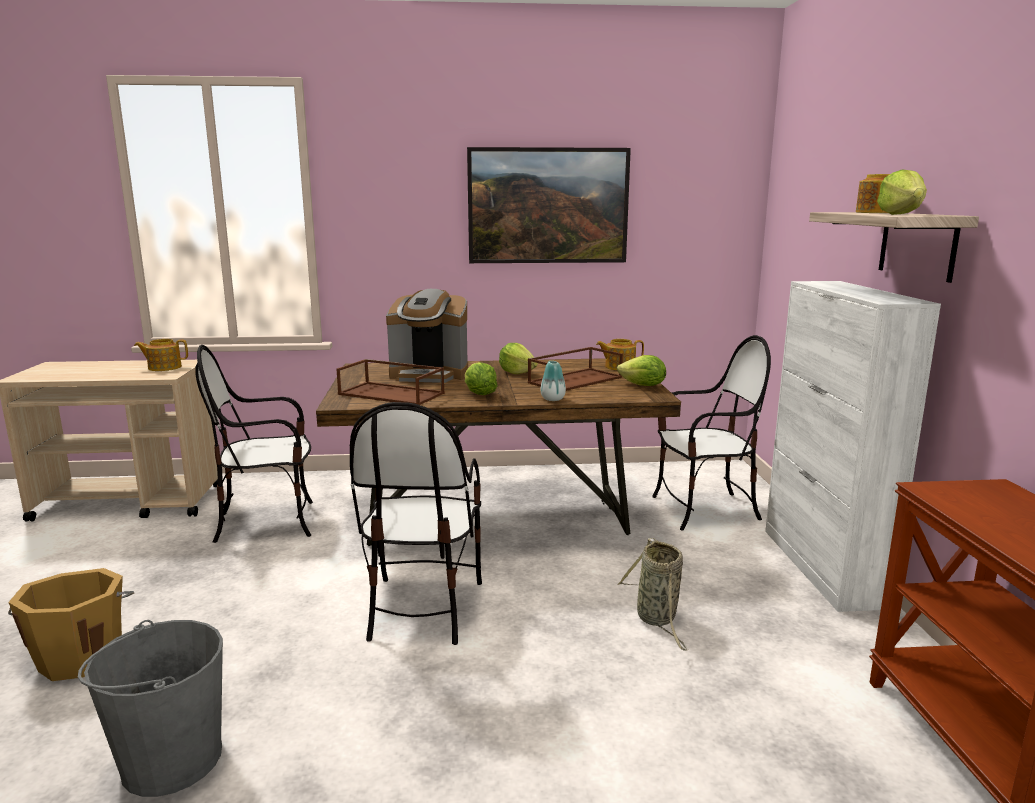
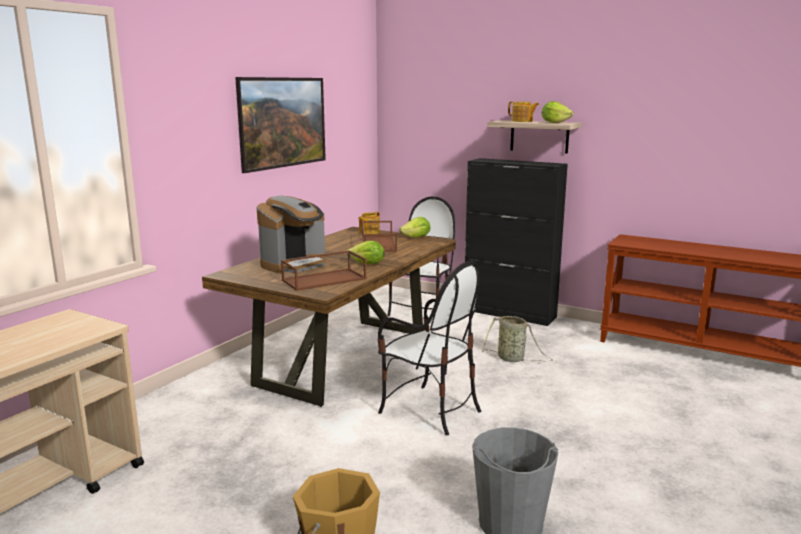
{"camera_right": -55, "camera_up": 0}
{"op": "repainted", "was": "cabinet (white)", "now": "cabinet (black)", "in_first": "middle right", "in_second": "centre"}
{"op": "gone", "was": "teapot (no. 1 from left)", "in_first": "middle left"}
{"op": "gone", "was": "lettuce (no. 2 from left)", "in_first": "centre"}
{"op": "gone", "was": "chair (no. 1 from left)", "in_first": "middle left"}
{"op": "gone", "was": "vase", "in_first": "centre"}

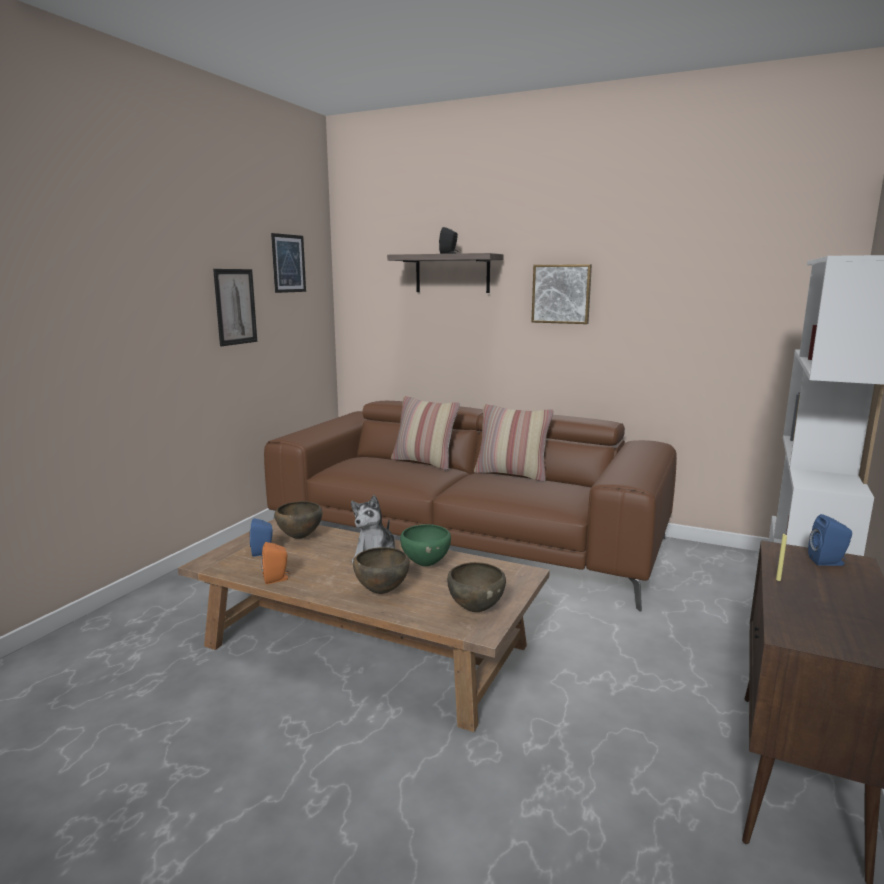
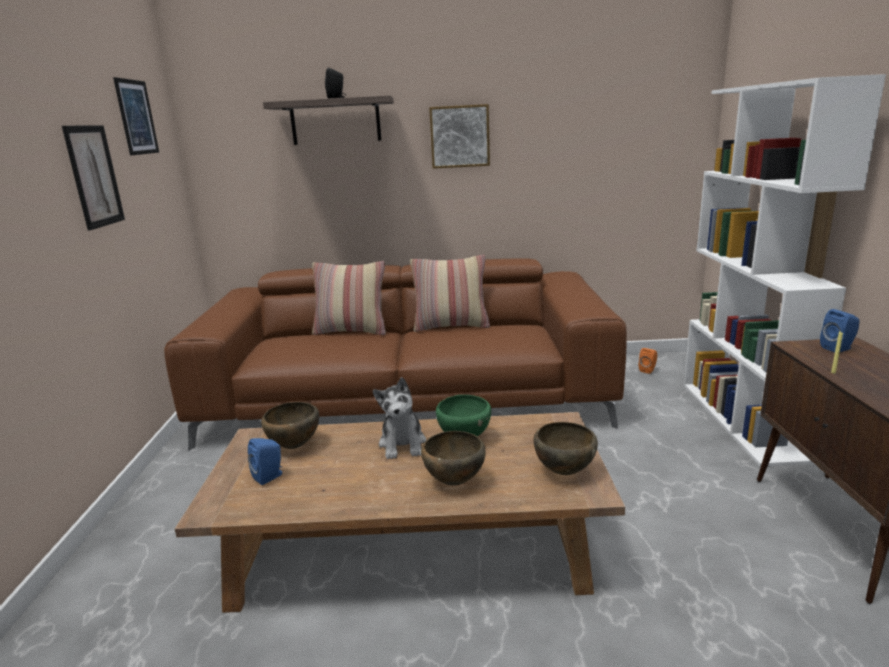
{"camera_right": -25, "camera_up": 5}
{"op": "shifted", "was": "speaker (orange)", "in_first": "middle left", "in_second": "middle right"}

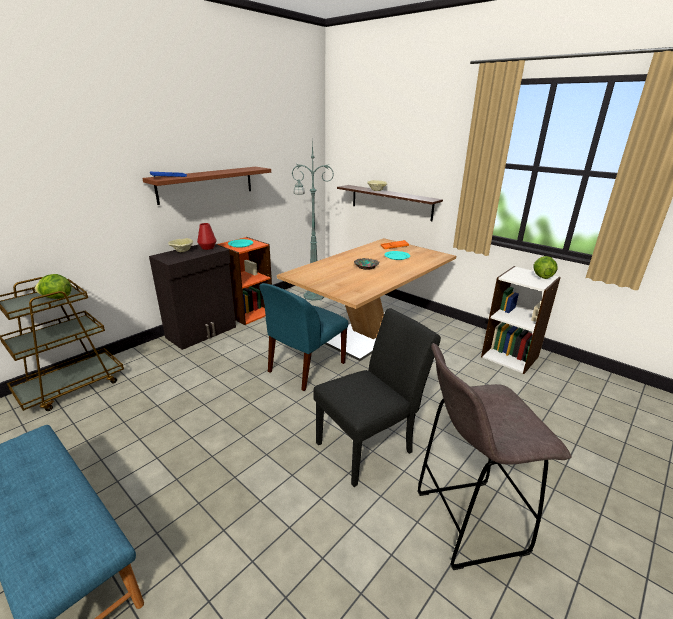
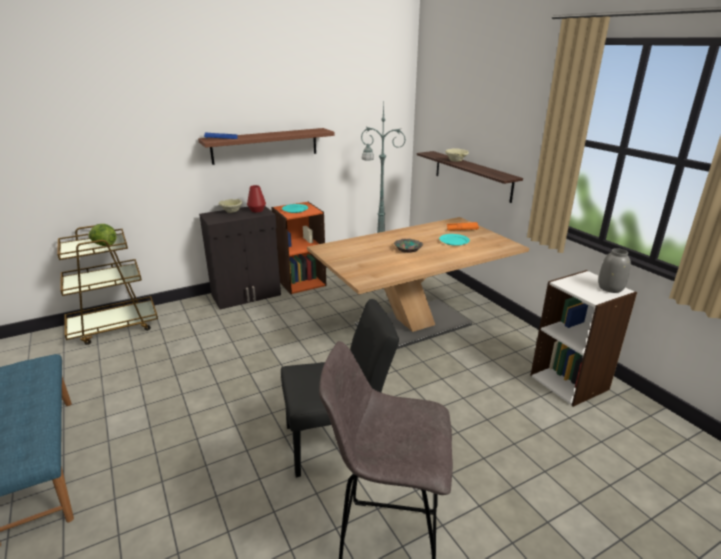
{"camera_right": 20, "camera_up": 0}
{"op": "swapped", "was": "lettuce (no. 2 from left)", "now": "vase (grey)", "in_first": "middle right", "in_second": "middle right"}
{"op": "gone", "was": "chair (blue)", "in_first": "centre"}

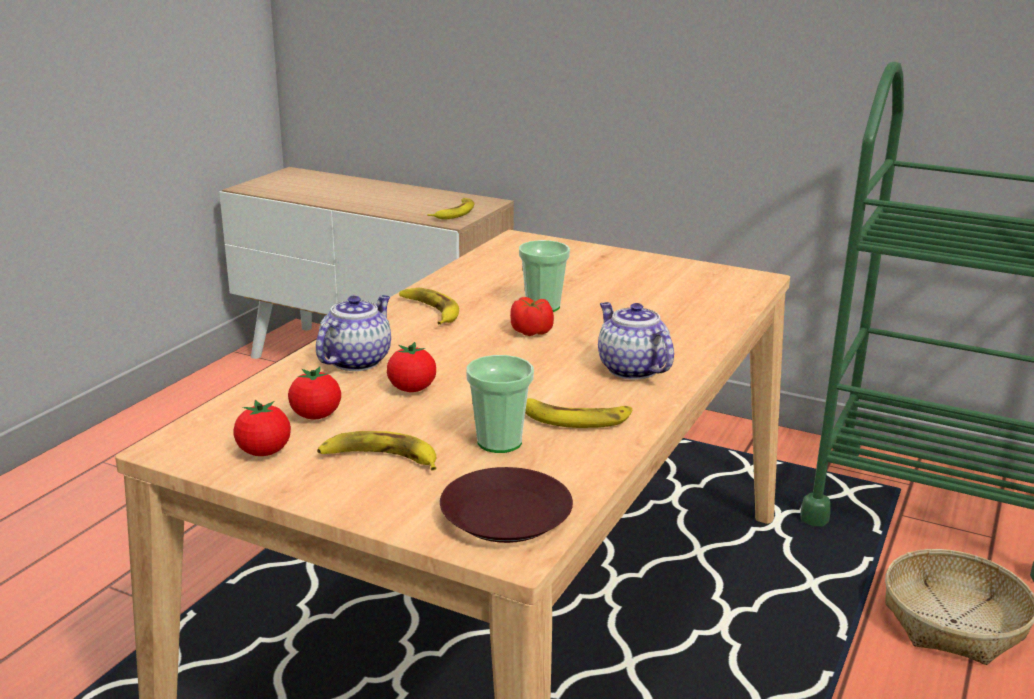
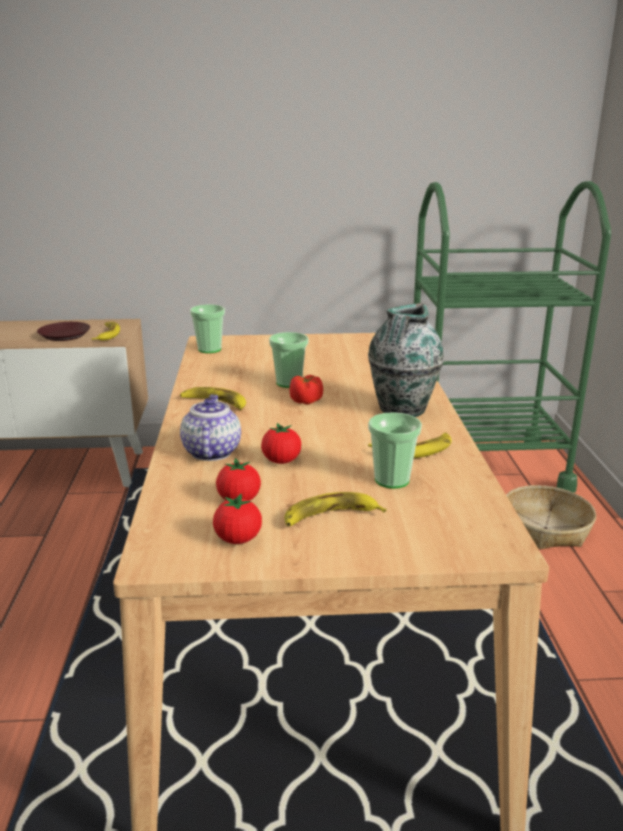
{"camera_right": -30, "camera_up": 0}
{"op": "swapped", "was": "teapot (no. 2 from left)", "now": "vase", "in_first": "centre", "in_second": "centre"}
{"op": "shifted", "was": "plate (brown)", "in_first": "bottom centre", "in_second": "middle left"}
{"op": "new", "now": "cup (no. 1 from left)", "in_second": "middle left"}

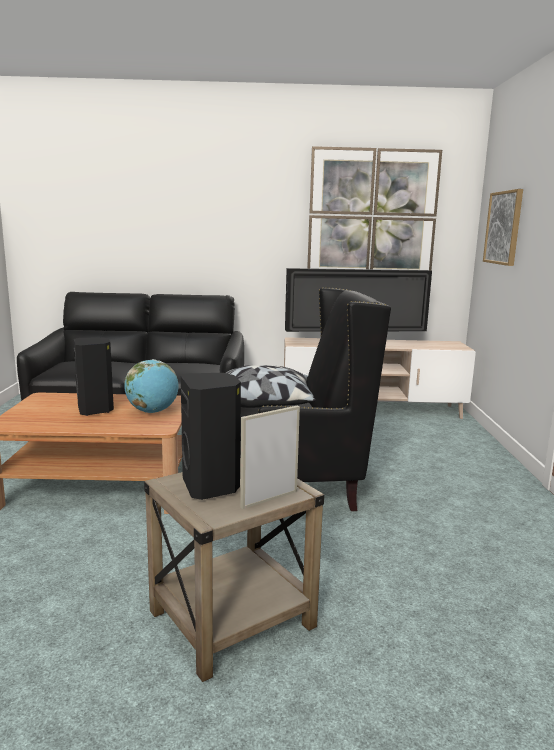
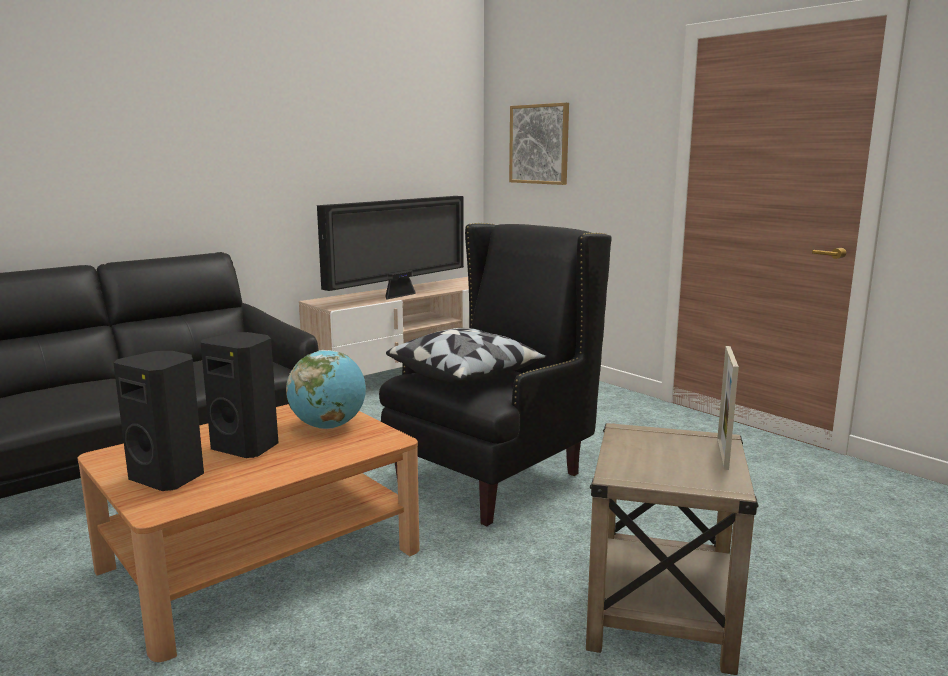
{"camera_right": -40, "camera_up": 0}
{"op": "gone", "was": "picture (no. 1 from left)", "in_first": "top right"}
{"op": "shifted", "was": "speaker (black) (no. 2 from left in the first image)", "now": "speaker (black) (no. 1 from left)", "in_first": "centre", "in_second": "middle left"}

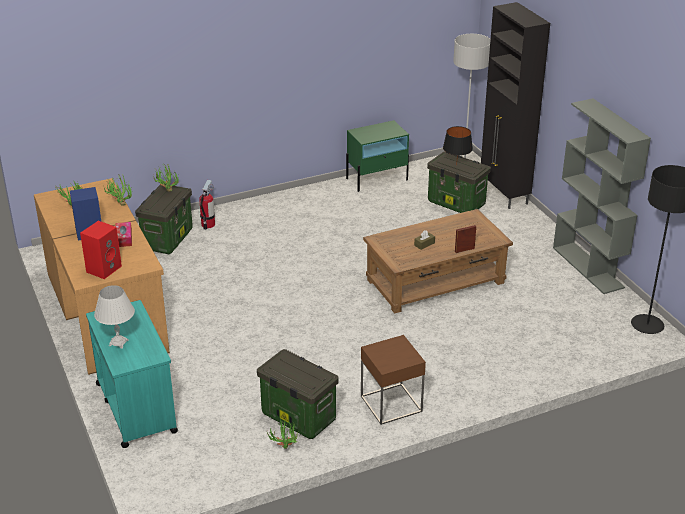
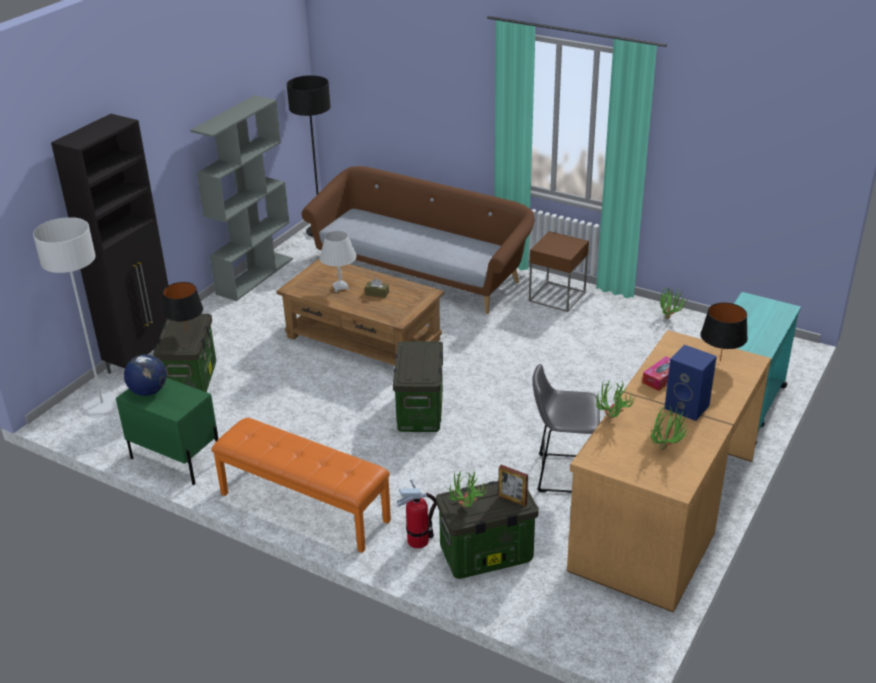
{"camera_right": -125, "camera_up": 0}
{"op": "swapped", "was": "speaker (red)", "now": "table lamp (black) (no. 2 from left)", "in_first": "middle left", "in_second": "middle right"}
{"op": "shifted", "was": "picture frame", "in_first": "middle right", "in_second": "bottom centre"}
{"op": "shifted", "was": "table lamp (white)", "in_first": "middle left", "in_second": "centre"}
{"op": "shifted", "was": "storage box (no. 2 from left)", "in_first": "bottom centre", "in_second": "centre"}
{"op": "new", "now": "sofa (brown)", "in_second": "centre"}
{"op": "new", "now": "globe", "in_second": "middle left"}
{"op": "new", "now": "stool (grey)", "in_second": "centre"}
{"op": "new", "now": "bench (orange)", "in_second": "bottom centre"}

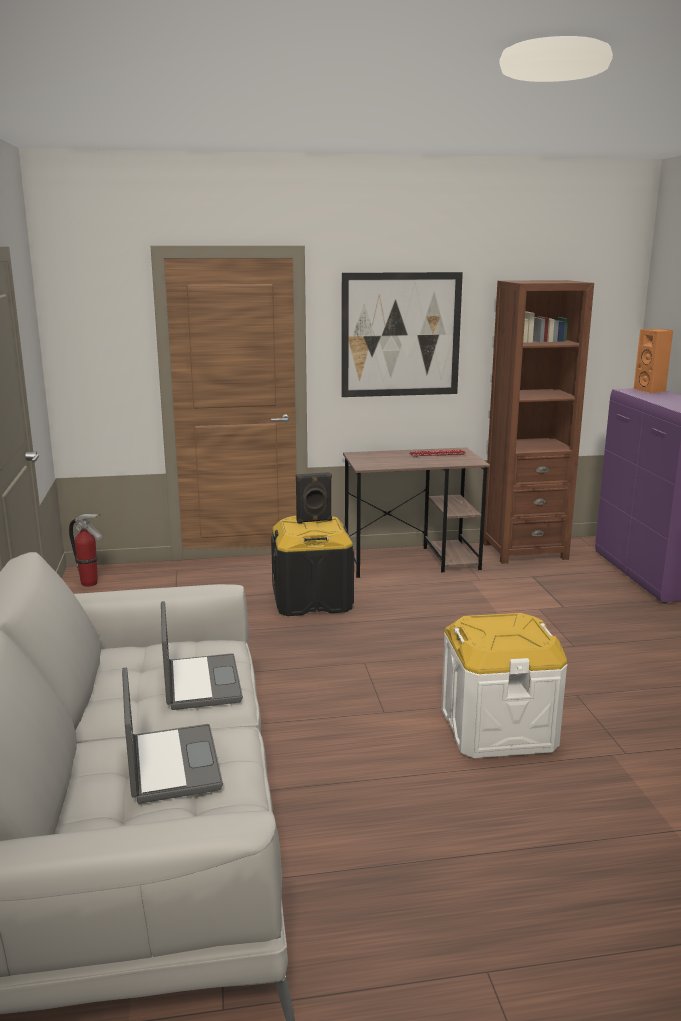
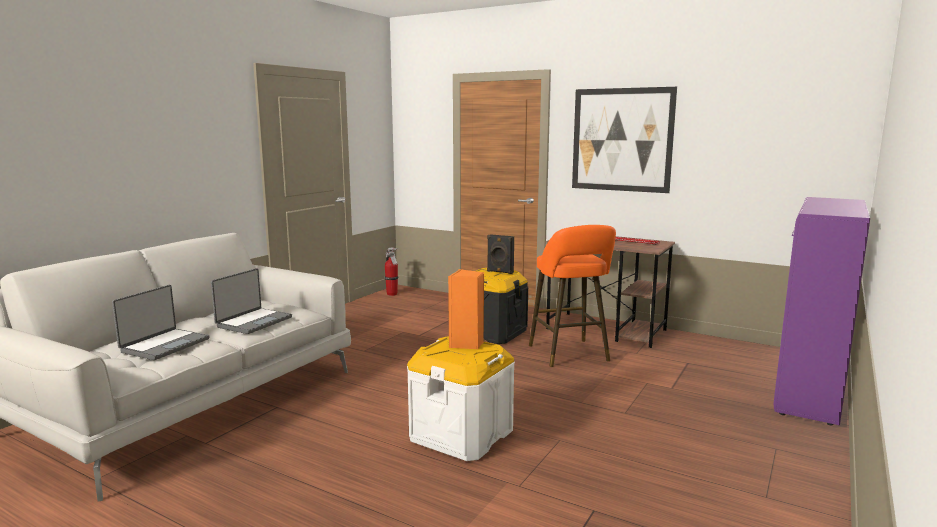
{"camera_right": 40, "camera_up": -5}
{"op": "gone", "was": "bookcase (brown)", "in_first": "middle right"}
{"op": "shifted", "was": "speaker (orange)", "in_first": "middle right", "in_second": "centre"}
{"op": "new", "now": "stool (orange)", "in_second": "centre"}

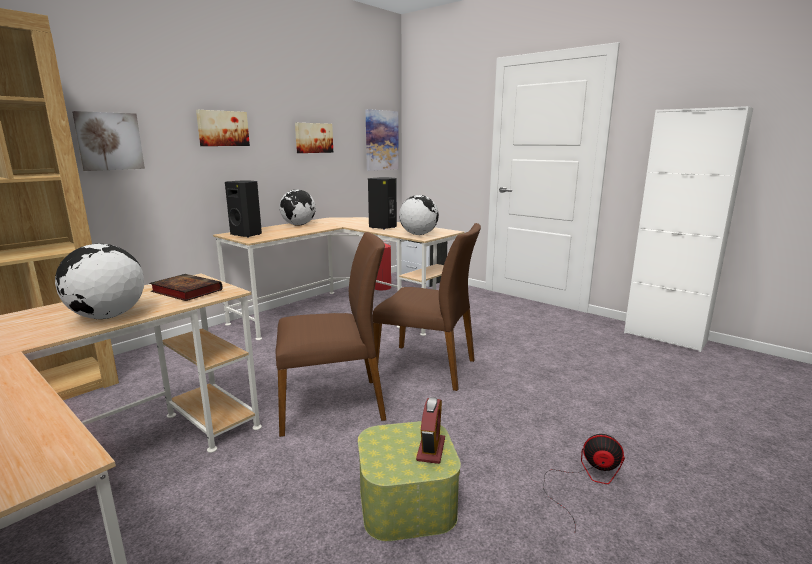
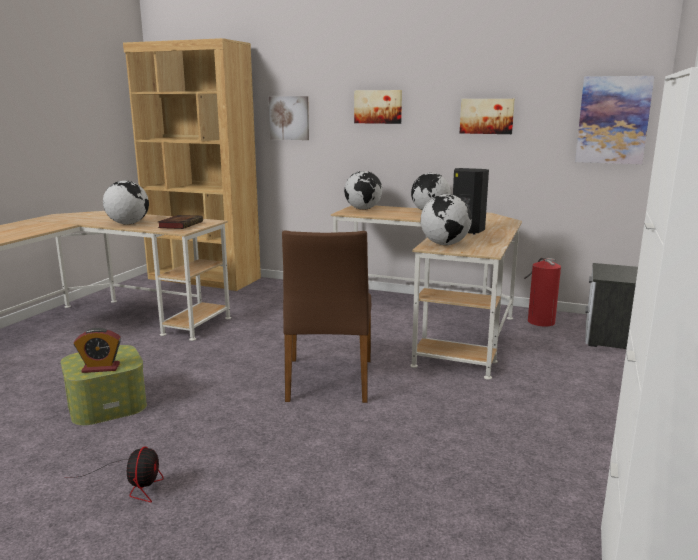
{"camera_right": 70, "camera_up": 0}
{"op": "swapped", "was": "speaker (black) (no. 1 from left)", "now": "globe (no. 2 from left)", "in_first": "middle left", "in_second": "centre"}
{"op": "gone", "was": "chair (brown) (no. 1 from left)", "in_first": "centre"}

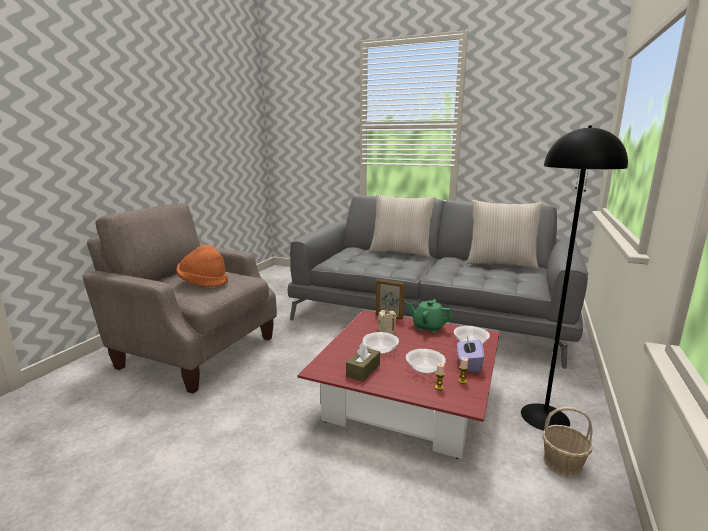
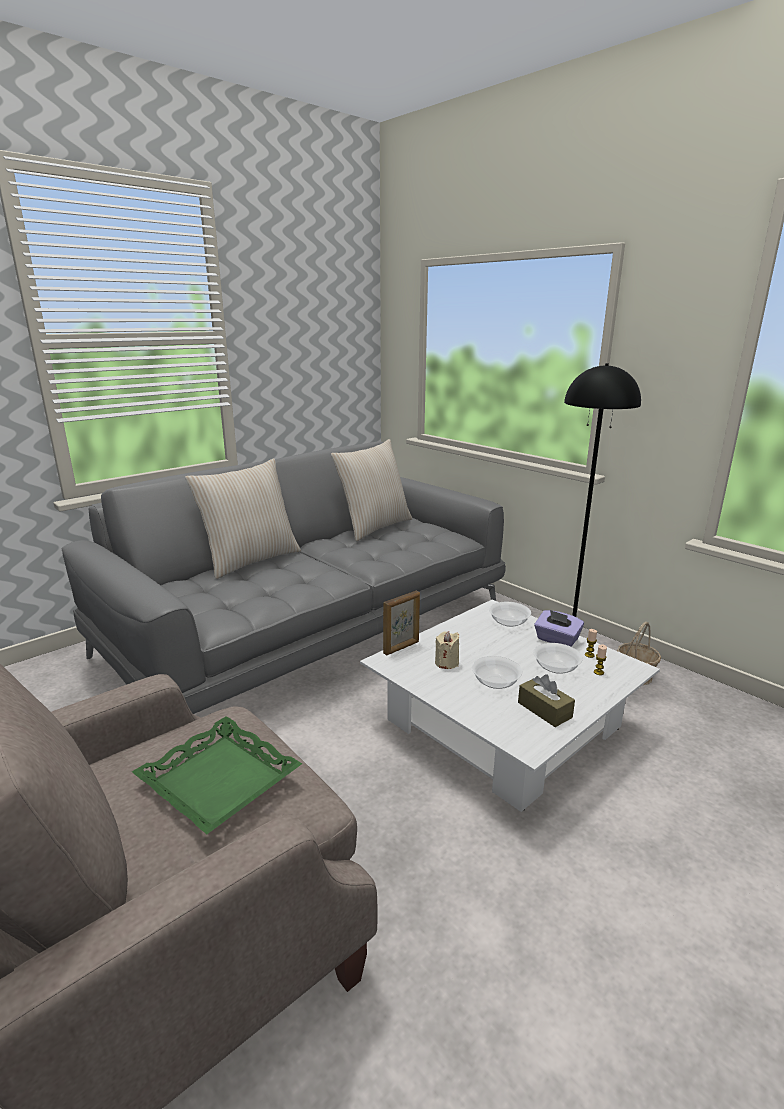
{"camera_right": -65, "camera_up": 5}
{"op": "swapped", "was": "hat (orange)", "now": "tray (green)", "in_first": "middle left", "in_second": "bottom left"}
{"op": "gone", "was": "teapot (green)", "in_first": "centre"}
{"op": "repainted", "was": "coffee table (red)", "now": "coffee table (white)", "in_first": "bottom centre", "in_second": "centre"}

